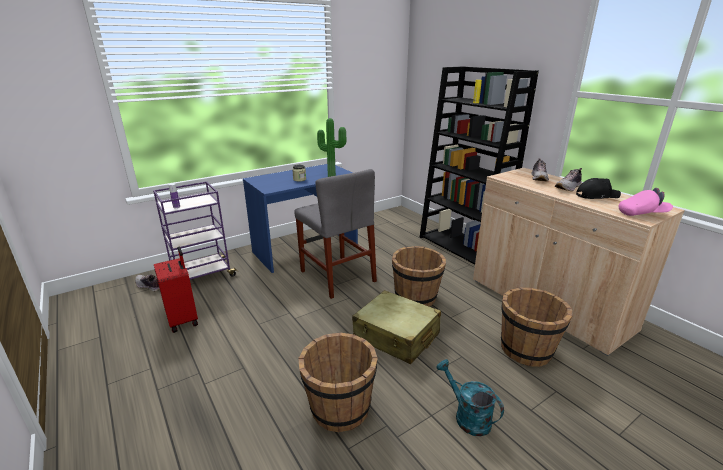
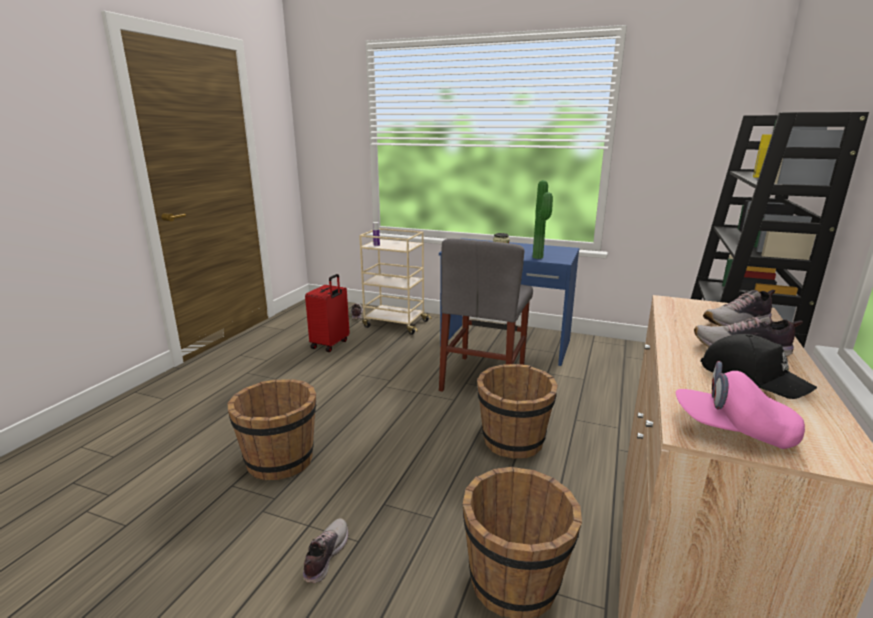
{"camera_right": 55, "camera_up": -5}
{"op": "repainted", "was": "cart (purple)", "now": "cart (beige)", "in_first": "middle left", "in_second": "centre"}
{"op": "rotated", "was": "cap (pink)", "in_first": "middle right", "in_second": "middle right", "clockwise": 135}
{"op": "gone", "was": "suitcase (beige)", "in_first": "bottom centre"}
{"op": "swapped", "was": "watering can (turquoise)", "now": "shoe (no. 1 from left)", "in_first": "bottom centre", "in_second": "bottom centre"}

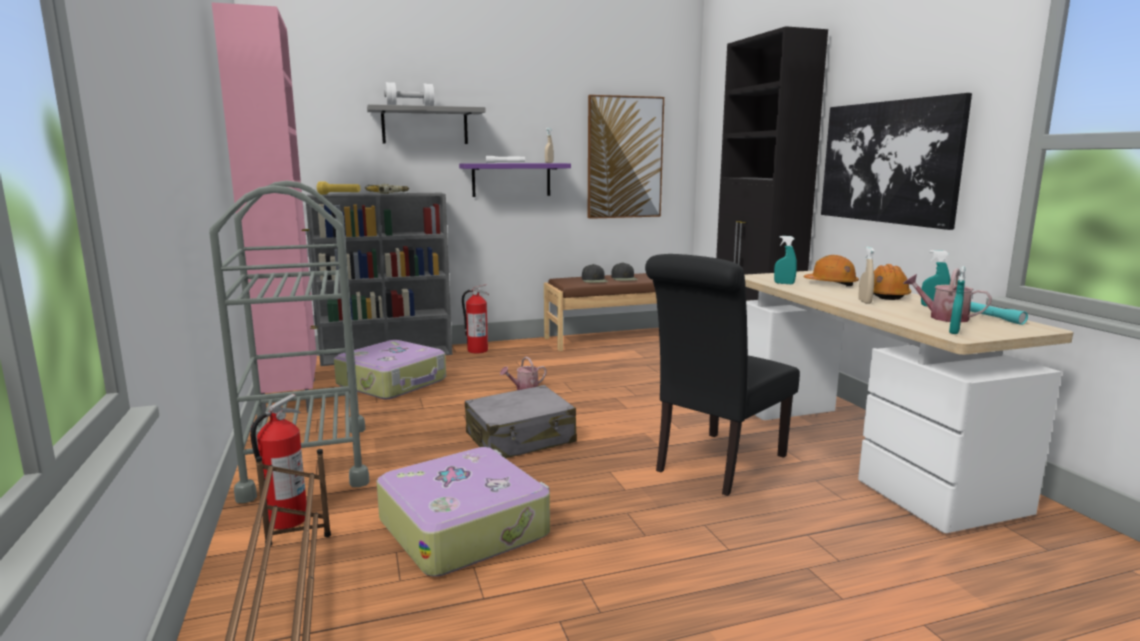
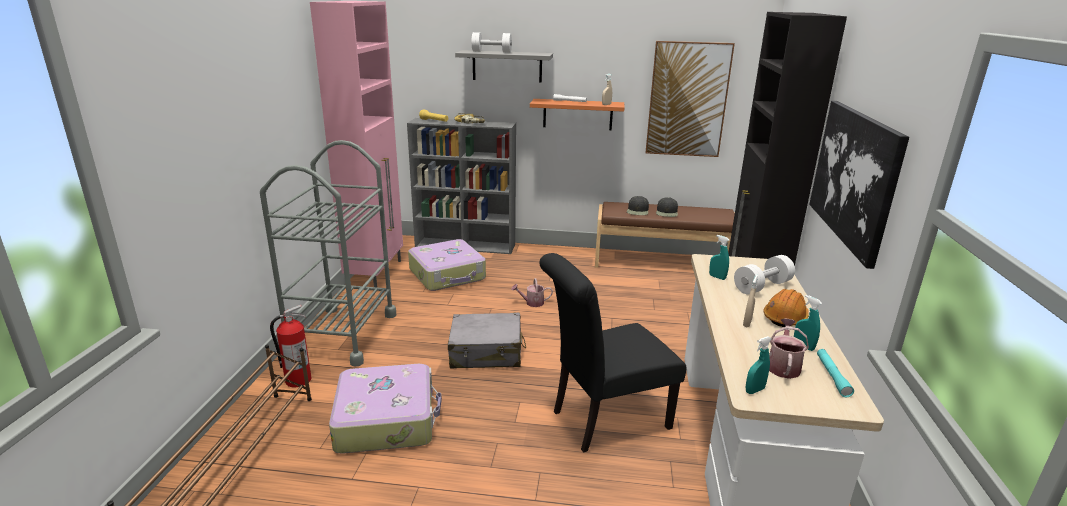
{"camera_right": 25, "camera_up": 10}
{"op": "repainted", "was": "shelf (purple)", "now": "shelf (orange)", "in_first": "top centre", "in_second": "top centre"}
{"op": "swapped", "was": "hard hat (orange) (no. 1 from left)", "now": "dumbbell (white) (no. 2 from left)", "in_first": "middle right", "in_second": "middle right"}
{"op": "rotated", "was": "watering can (no. 2 from left)", "in_first": "middle right", "in_second": "bottom right", "clockwise": 45}
{"op": "gone", "was": "fire extinguisher (no. 2 from left)", "in_first": "centre"}

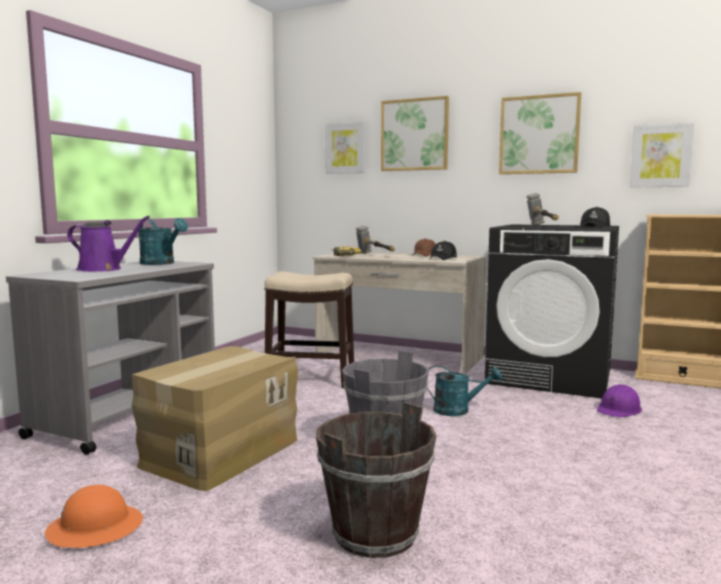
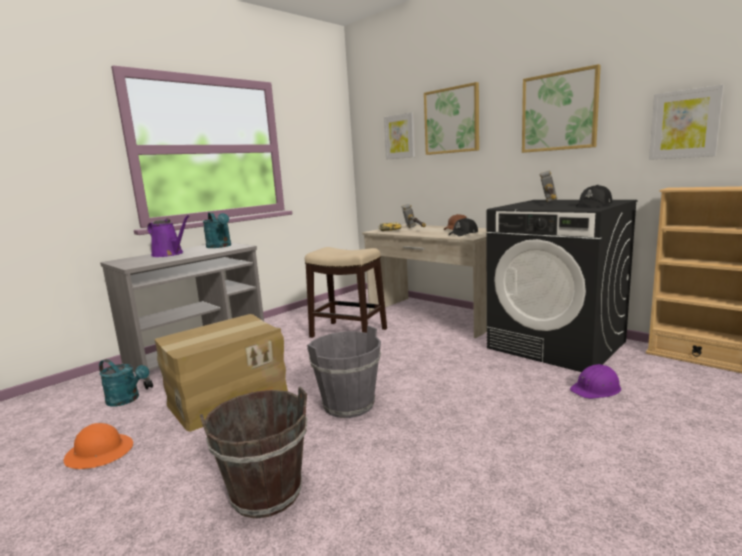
{"camera_right": 20, "camera_up": 5}
{"op": "shifted", "was": "watering can (turquoise) (no. 2 from left in the first image)", "now": "watering can (turquoise) (no. 1 from left)", "in_first": "bottom centre", "in_second": "bottom left"}

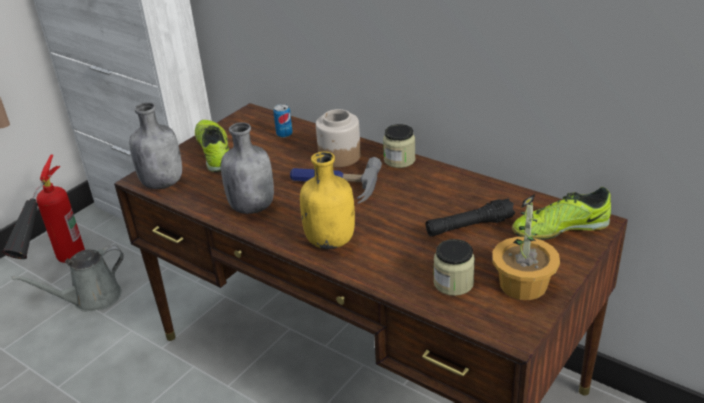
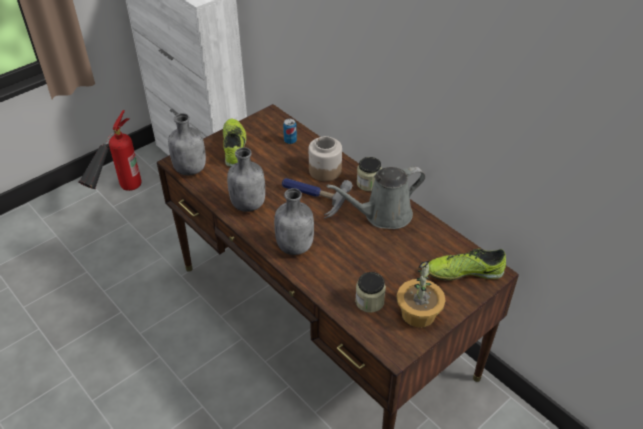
{"camera_right": 10, "camera_up": 10}
{"op": "repainted", "was": "bottle (yellow)", "now": "bottle (grey) (no. 3 from left)", "in_first": "centre", "in_second": "centre"}
{"op": "gone", "was": "flashlight (black)", "in_first": "middle right"}
{"op": "shifted", "was": "watering can (grey)", "in_first": "bottom left", "in_second": "centre"}

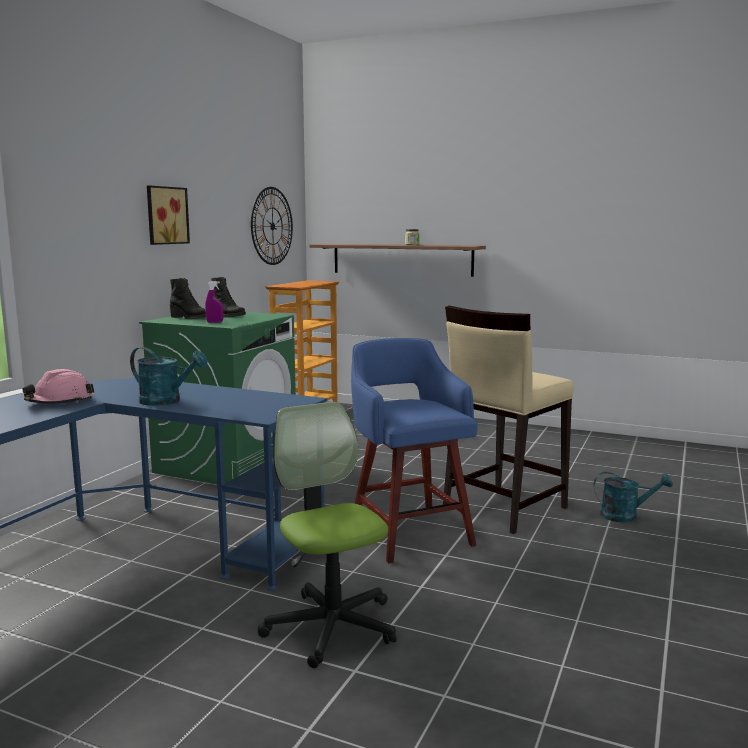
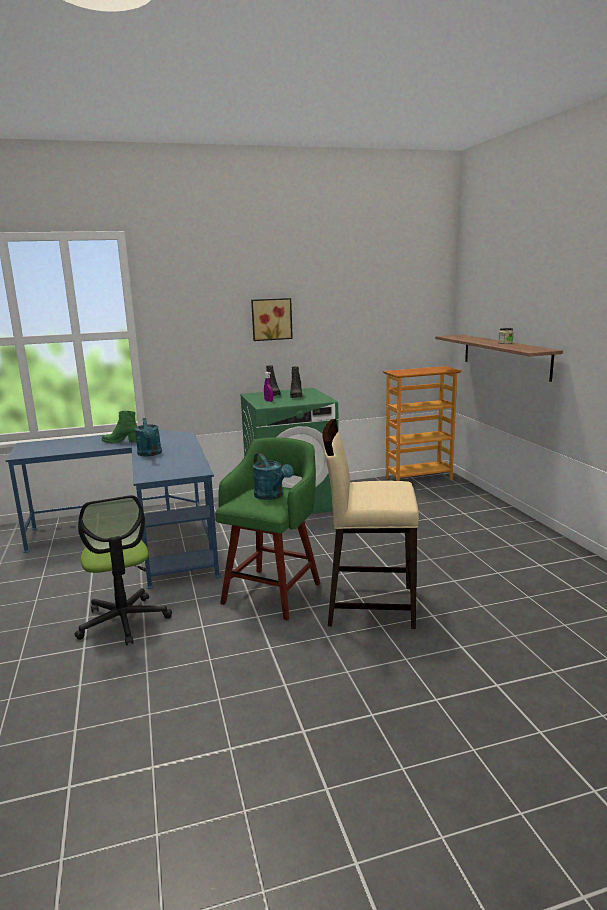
{"camera_right": 50, "camera_up": 5}
{"op": "gone", "was": "wall clock", "in_first": "top centre"}
{"op": "repainted", "was": "stool (blue)", "now": "stool (green)", "in_first": "centre", "in_second": "centre"}
{"op": "swapped", "was": "hard hat (pink)", "now": "boot (green)", "in_first": "middle left", "in_second": "middle left"}
{"op": "rotated", "was": "office chair", "in_first": "bottom centre", "in_second": "middle left", "clockwise": 135}
{"op": "shifted", "was": "watering can (turquoise) (no. 2 from left)", "in_first": "middle right", "in_second": "centre"}

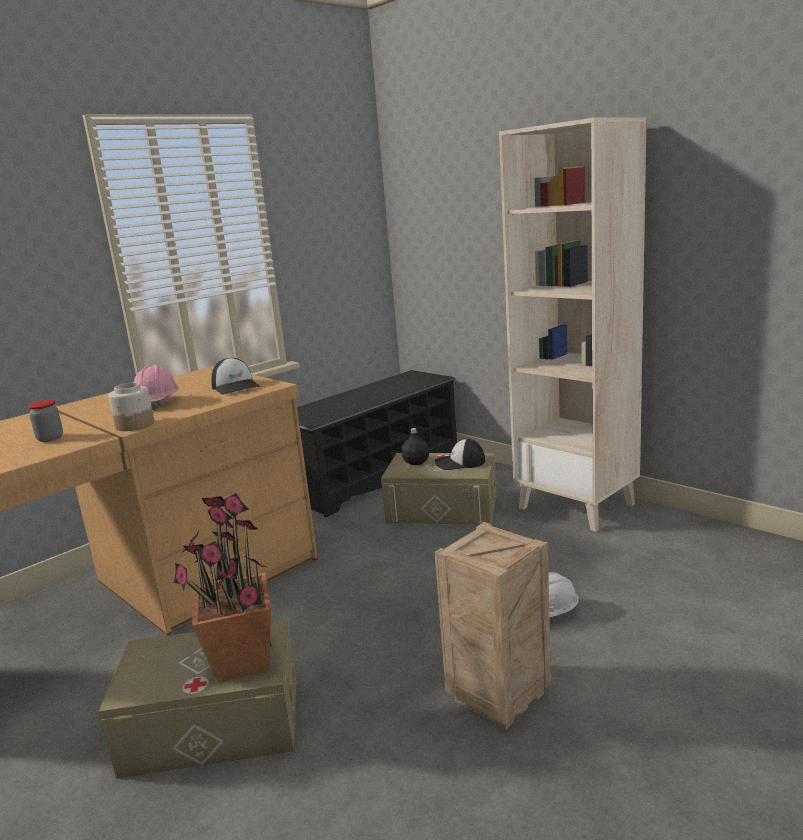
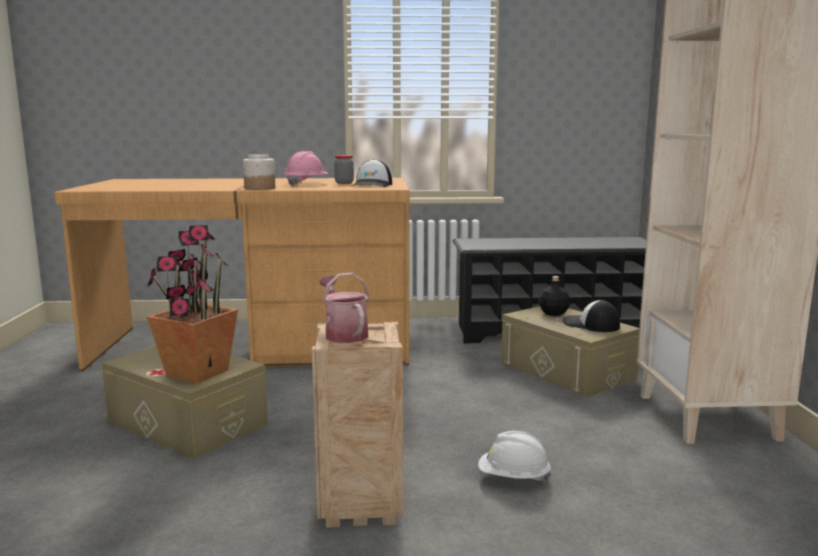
{"camera_right": 40, "camera_up": -5}
{"op": "shifted", "was": "jar (no. 1 from left in the first image)", "now": "jar (no. 2 from left)", "in_first": "middle left", "in_second": "top centre"}
{"op": "new", "now": "watering can", "in_second": "centre"}

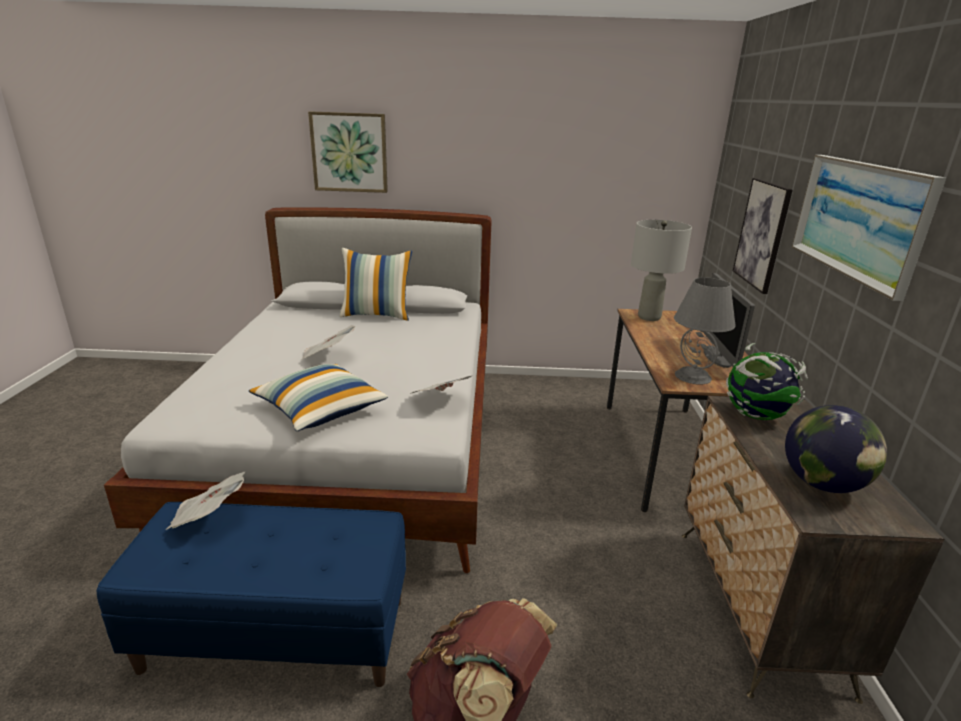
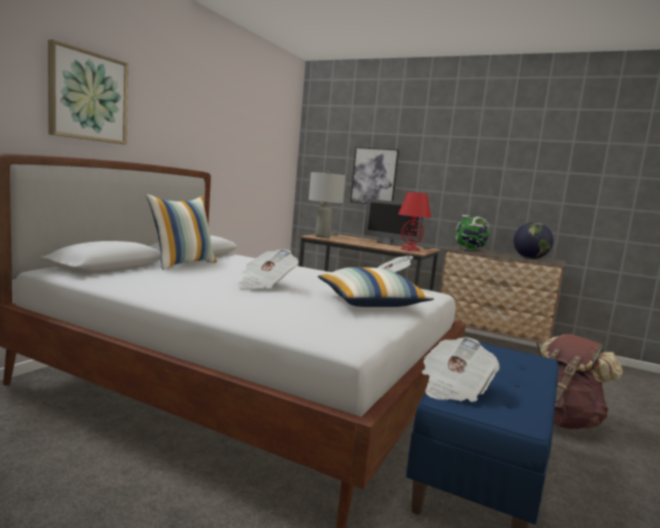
{"camera_right": -65, "camera_up": -15}
{"op": "gone", "was": "picture (no. 3 from left)", "in_first": "top right"}
{"op": "repainted", "was": "table lamp (grey) (no. 2 from left)", "now": "table lamp (red)", "in_first": "middle right", "in_second": "centre"}

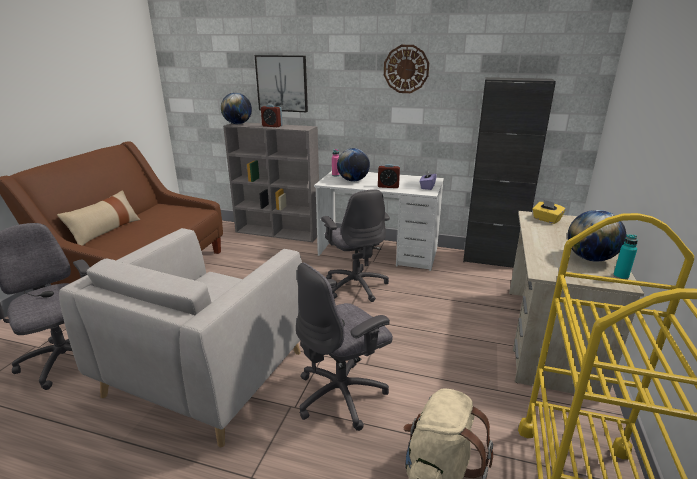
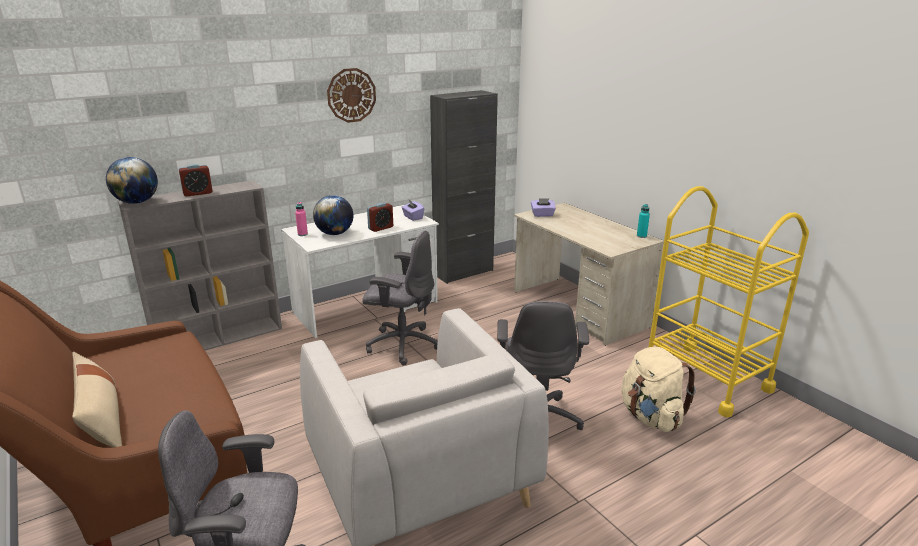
{"camera_right": -50, "camera_up": 0}
{"op": "gone", "was": "picture", "in_first": "top centre"}
{"op": "repainted", "was": "tissue box (yellow)", "now": "tissue box (purple) (no. 2 from left)", "in_first": "middle right", "in_second": "centre"}
{"op": "gone", "was": "globe (no. 3 from left)", "in_first": "middle right"}

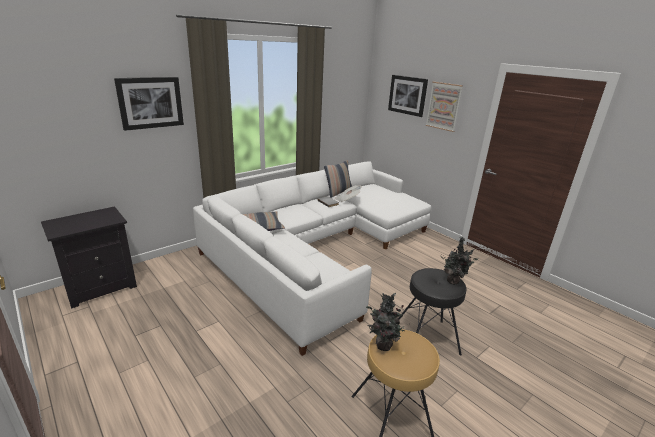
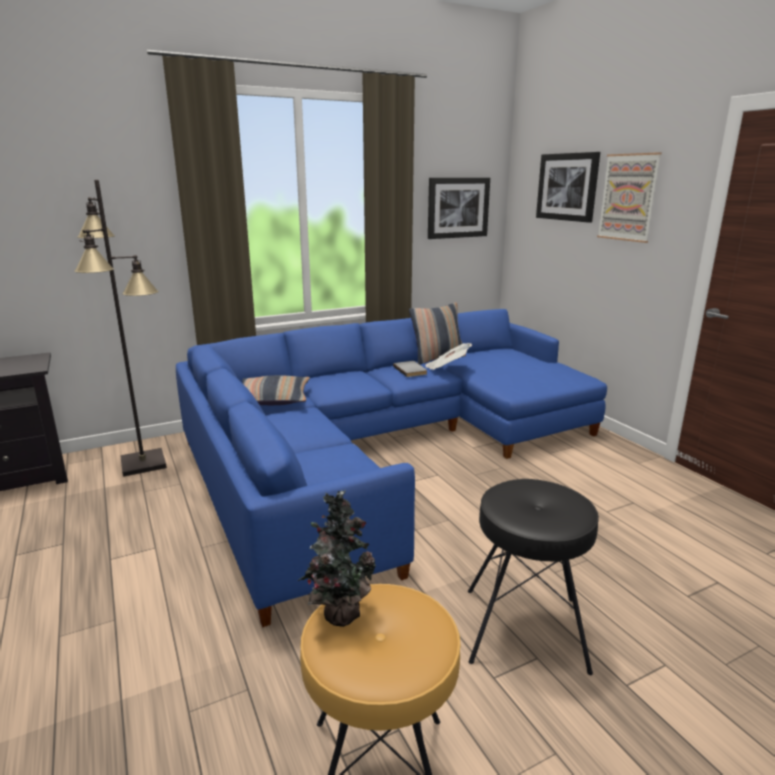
{"camera_right": 15, "camera_up": -5}
{"op": "shifted", "was": "picture (no. 1 from left)", "in_first": "top left", "in_second": "top centre"}
{"op": "repainted", "was": "sofa (white)", "now": "sofa (blue)", "in_first": "centre", "in_second": "centre"}
{"op": "gone", "was": "potted plant (no. 2 from left)", "in_first": "middle right"}
{"op": "new", "now": "floor lamp (black)", "in_second": "middle left"}

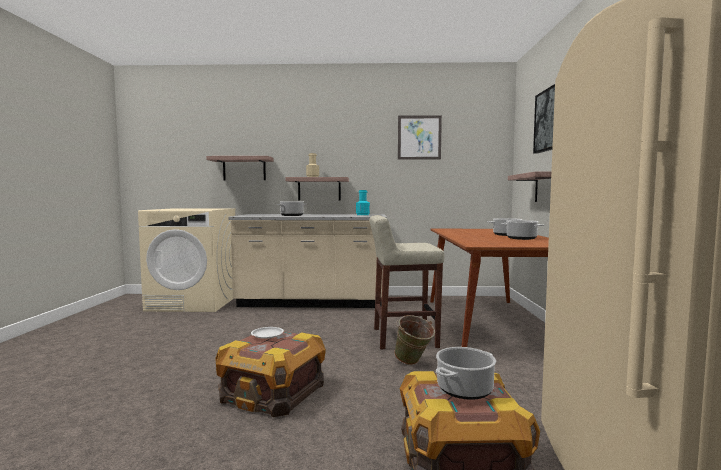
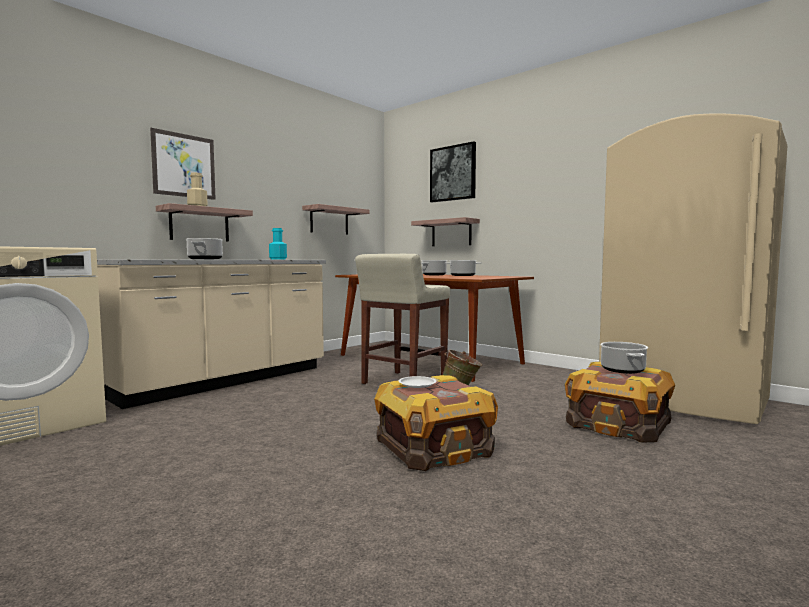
{"camera_right": -50, "camera_up": 0}
{"op": "shifted", "was": "picture (no. 1 from left)", "in_first": "top centre", "in_second": "top left"}
{"op": "shifted", "was": "shelf (no. 1 from left in the first image)", "now": "shelf (no. 2 from left)", "in_first": "middle left", "in_second": "centre"}

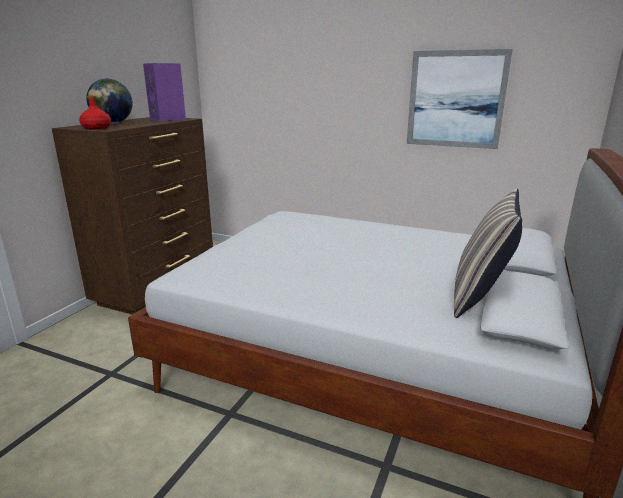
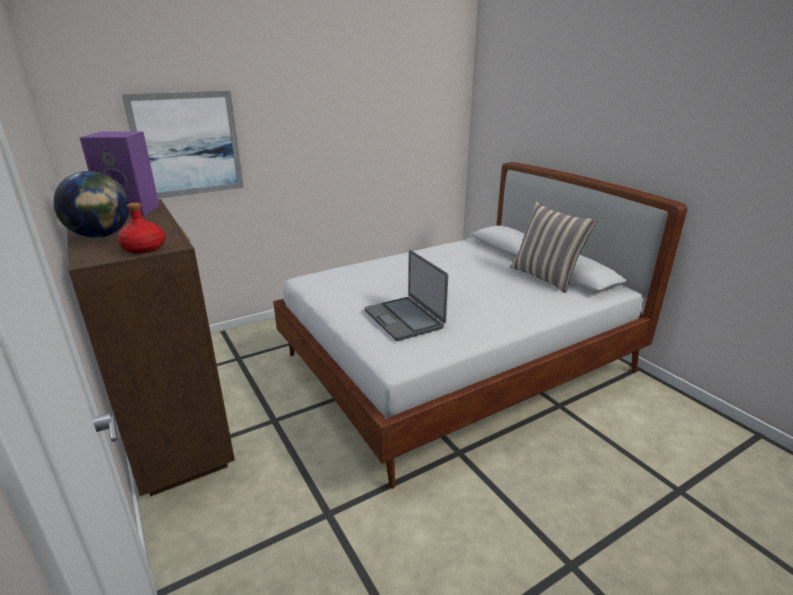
{"camera_right": -55, "camera_up": 5}
{"op": "shifted", "was": "picture", "in_first": "top right", "in_second": "top left"}
{"op": "new", "now": "laptop", "in_second": "centre"}

